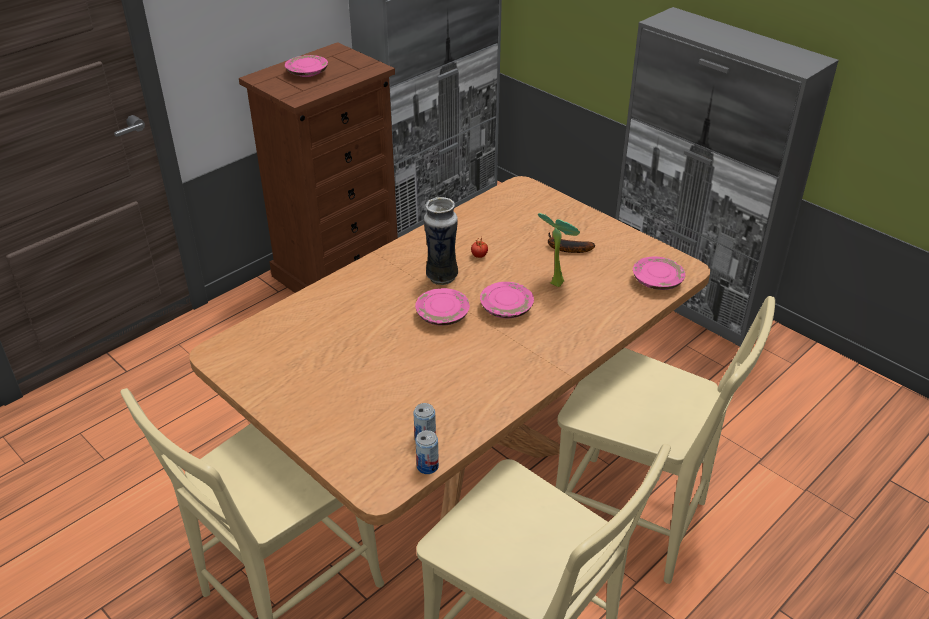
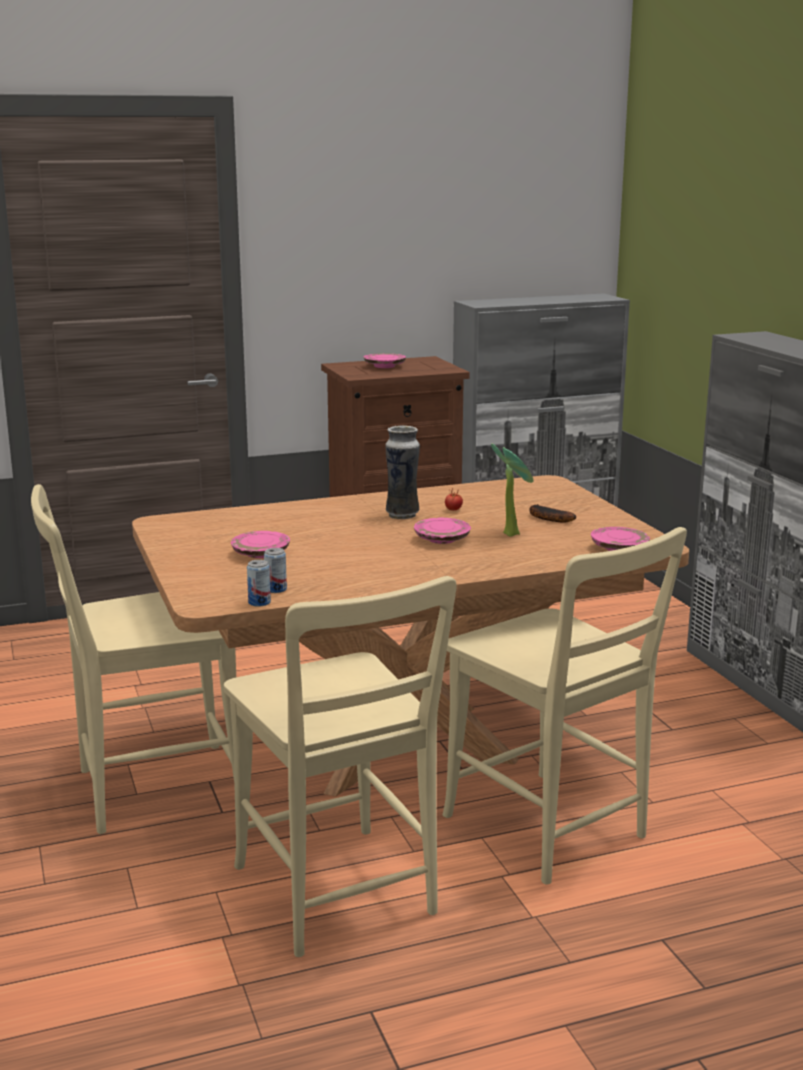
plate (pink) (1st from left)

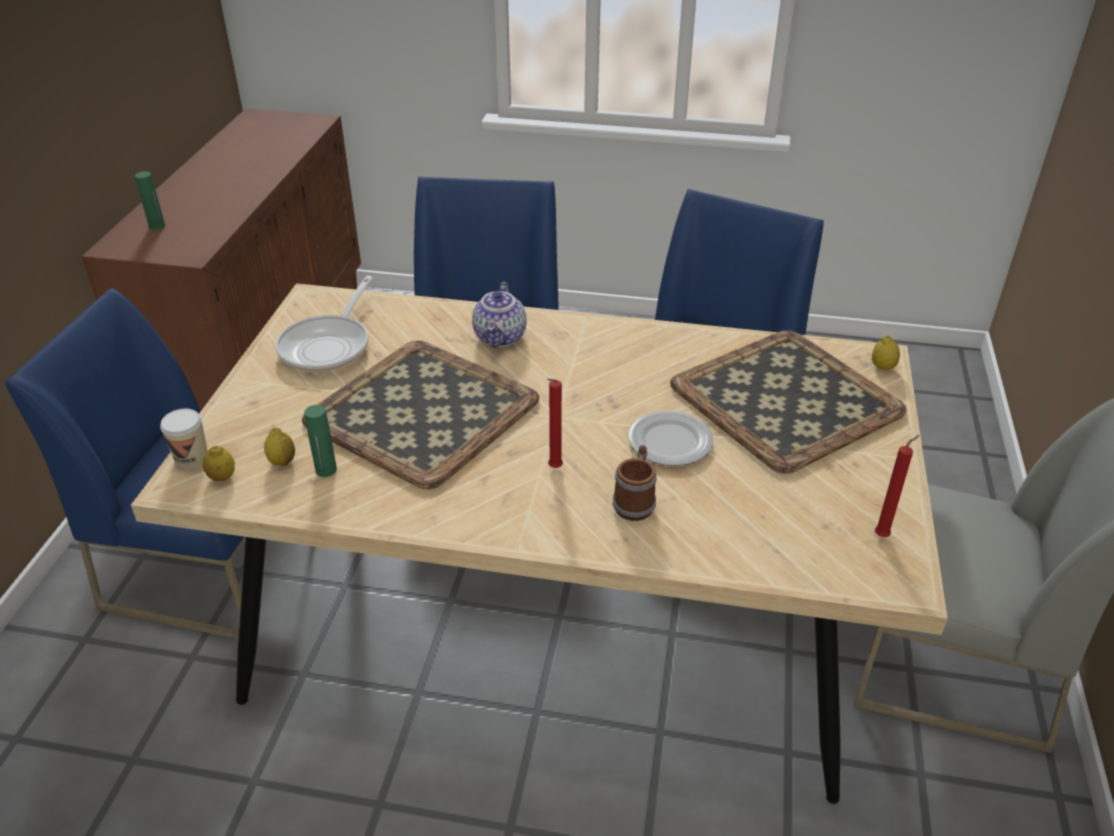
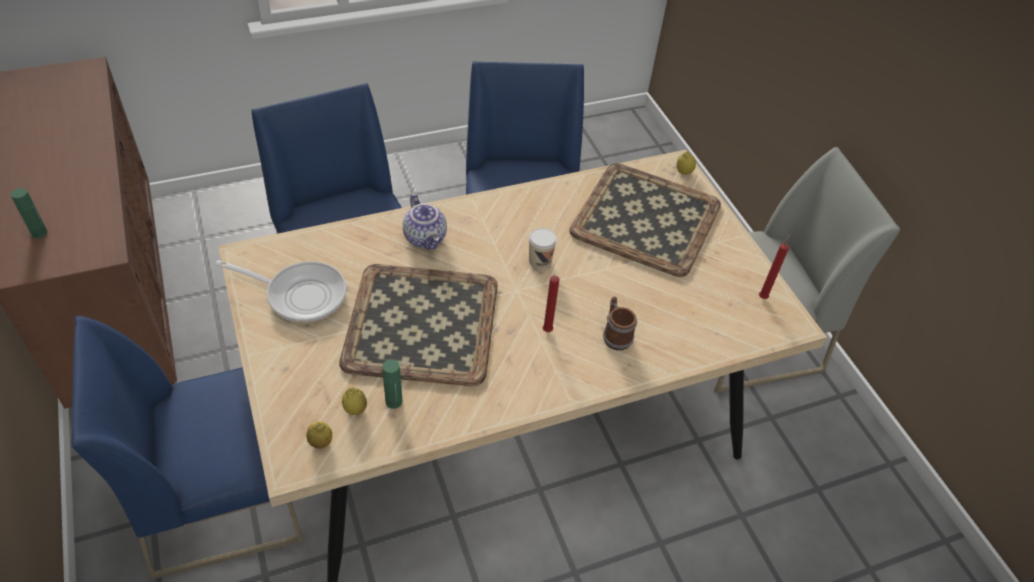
cup; frying pan; plate

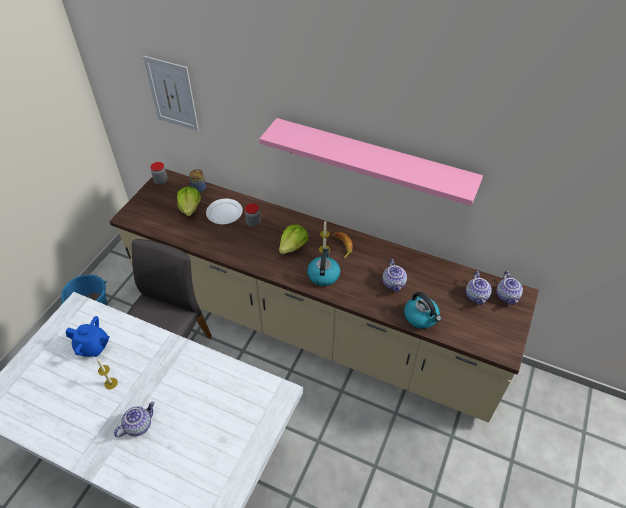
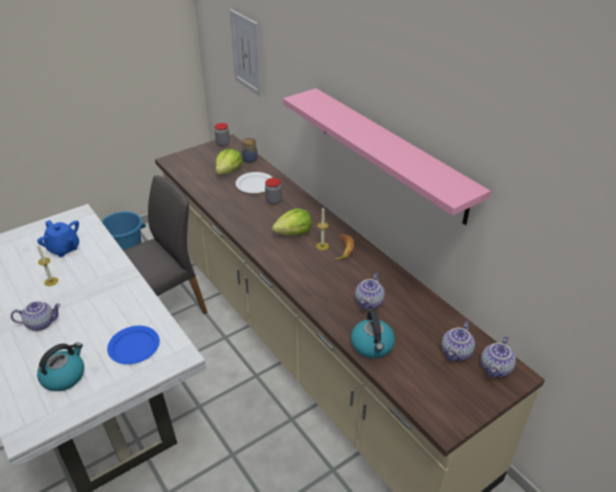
kettle (1st from left); plate (blue)

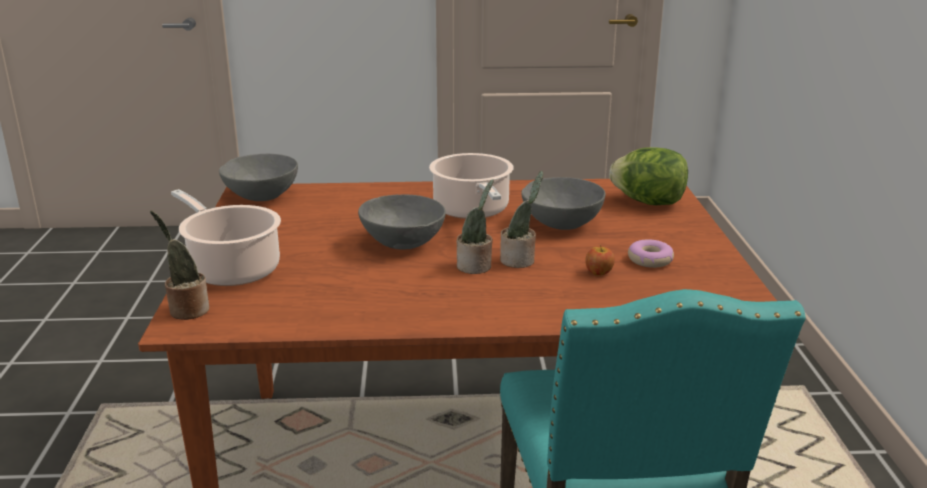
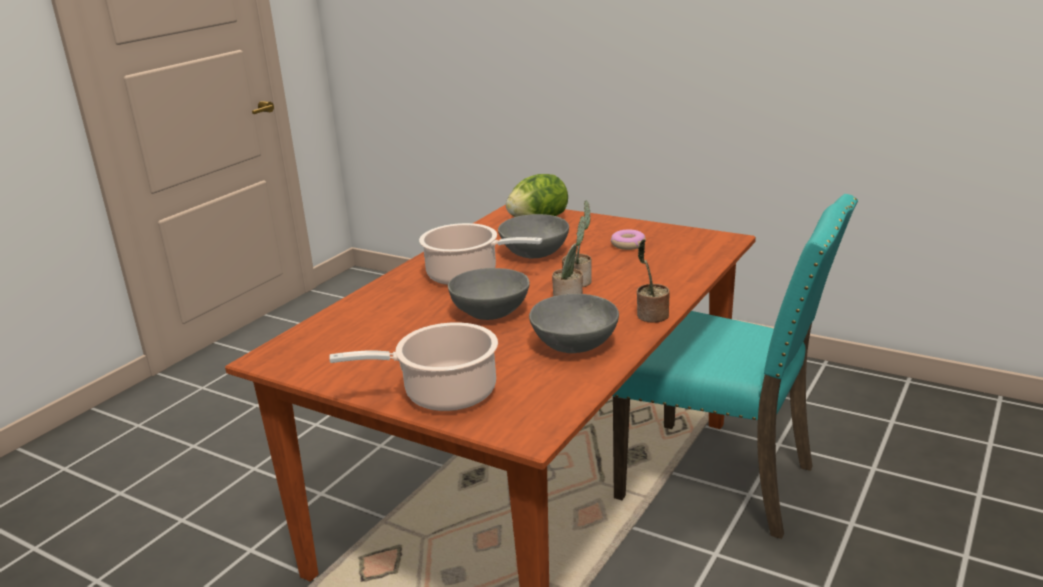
potted plant (3rd from left); bowl (grey) (3rd from left); apple

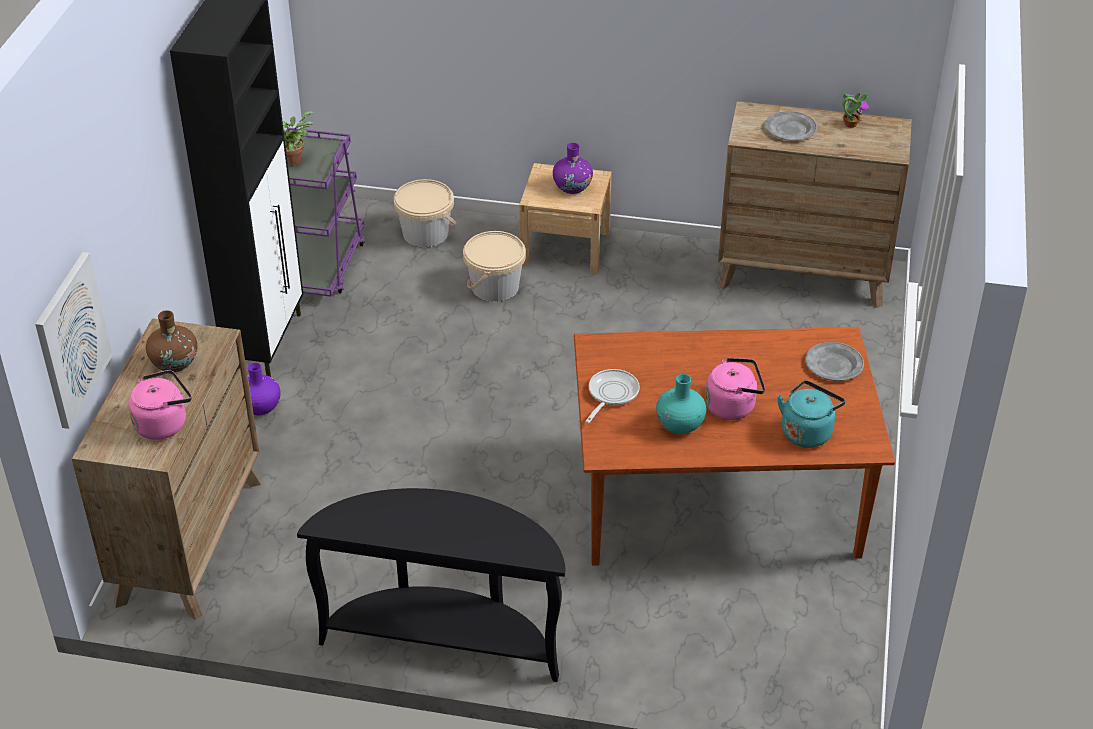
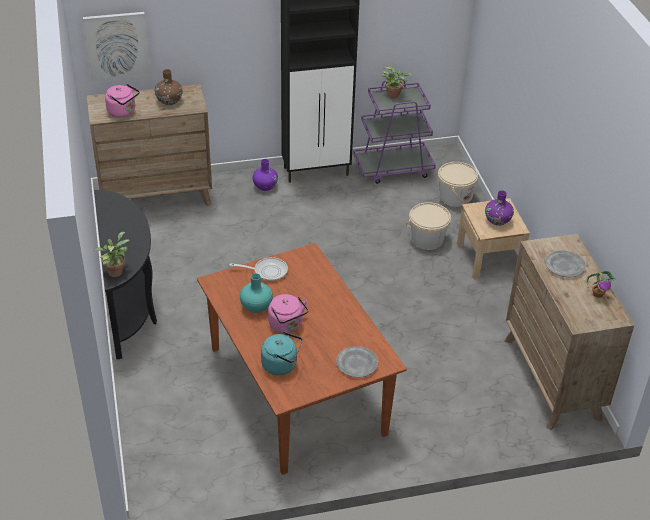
potted plant (1st from left)

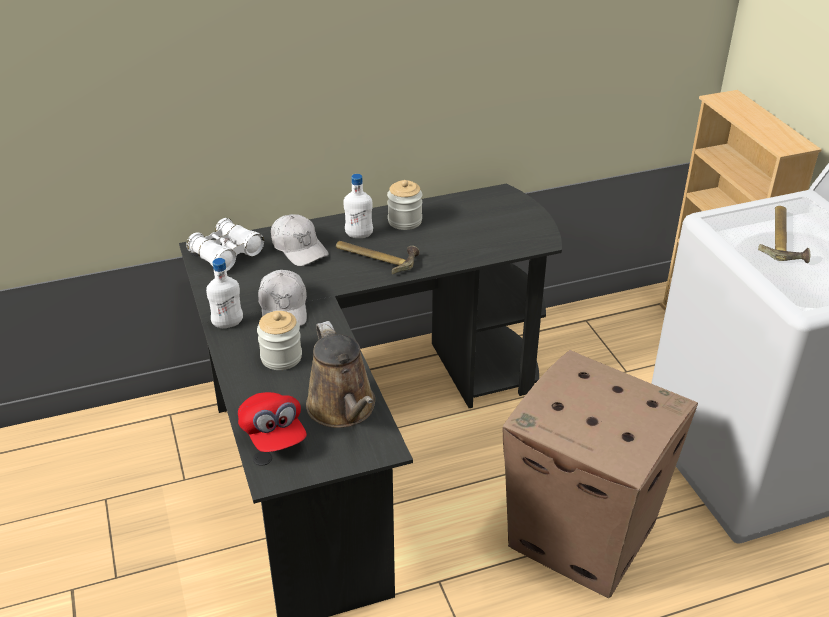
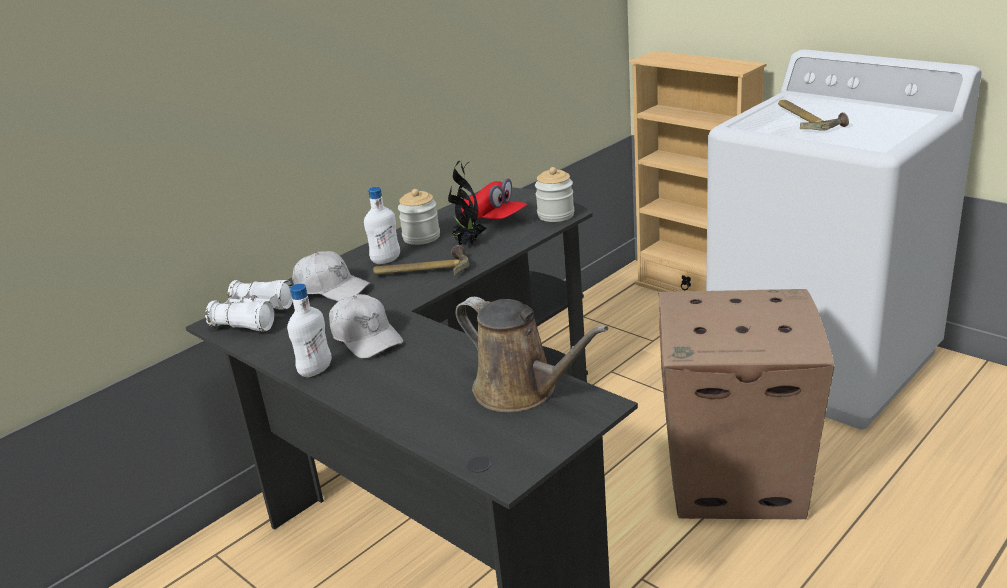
cap (red); jar (2nd from left); potted plant

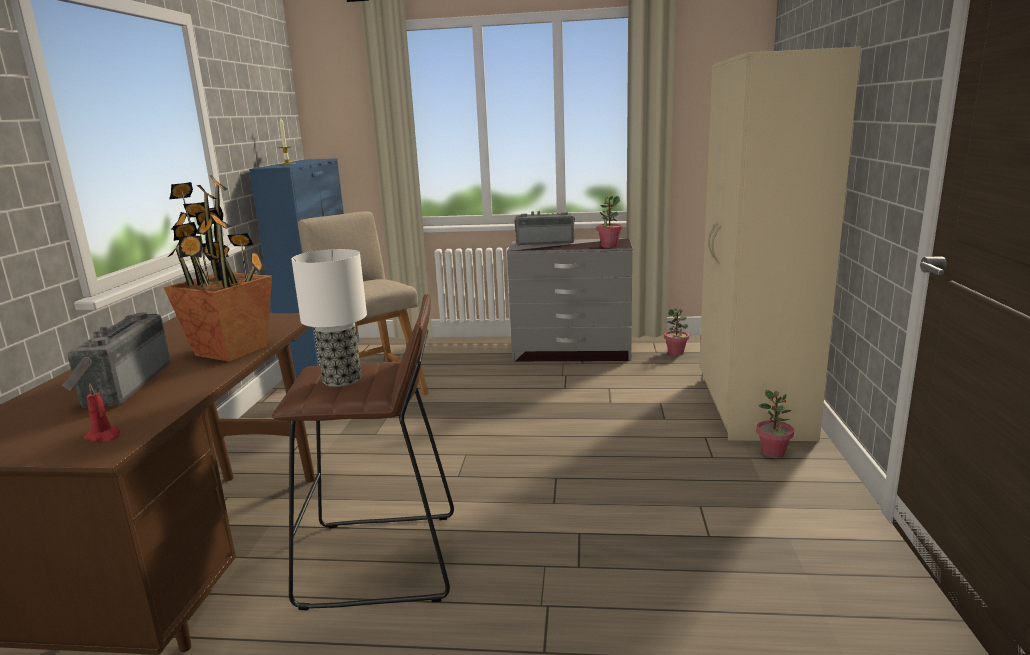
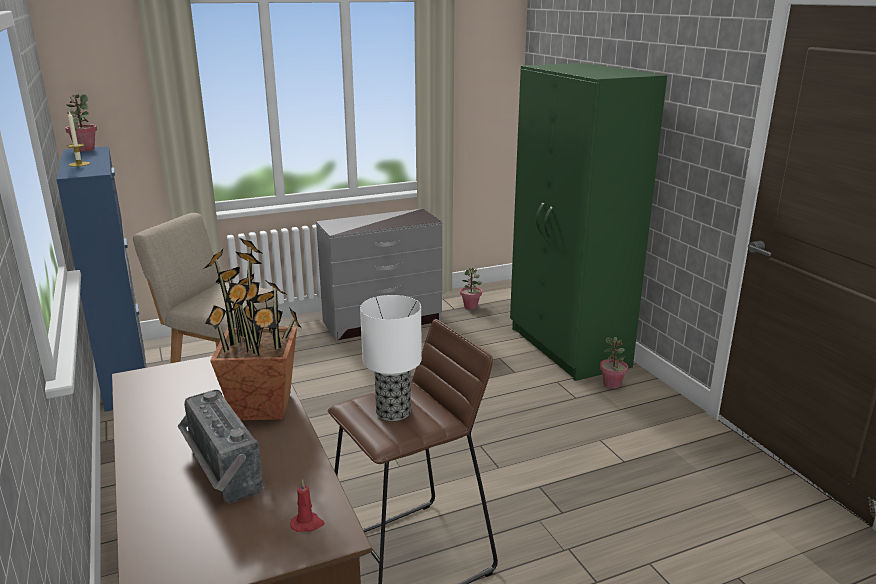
radio (2nd from left in the first image); potted plant (1st from left); wardrobe (green)

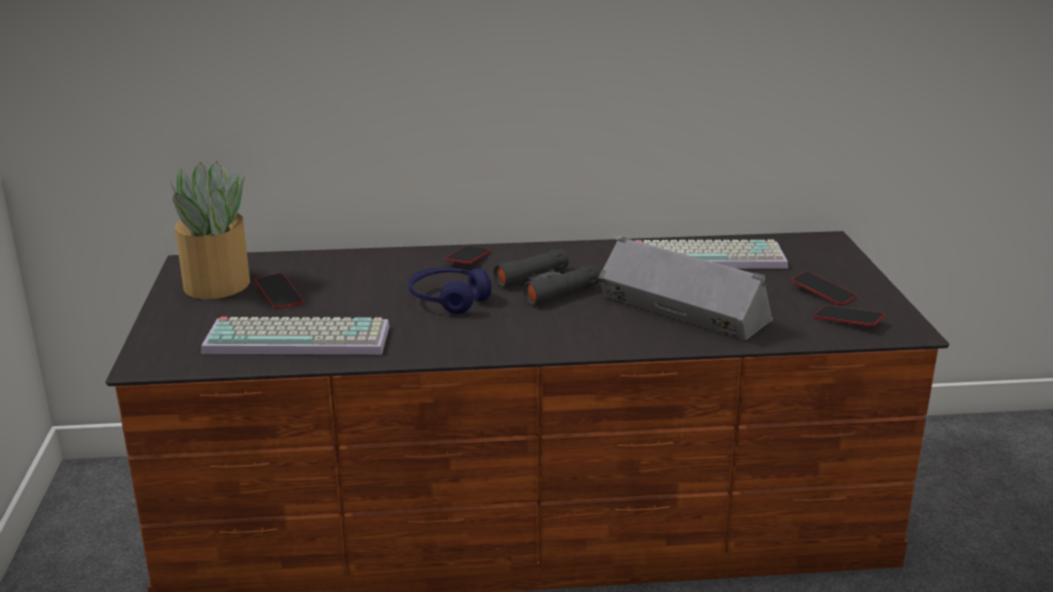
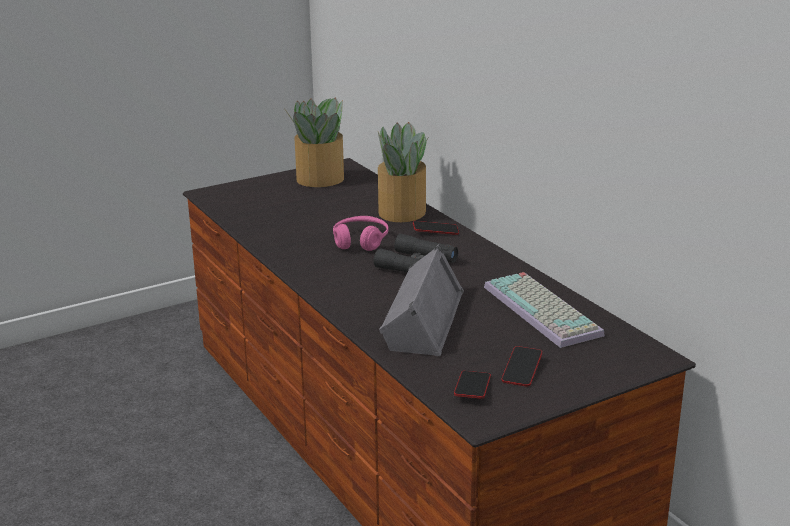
keyboard (1st from left in the first image); phone (1st from left in the first image); headphones (pink); potted plant (2nd from left)

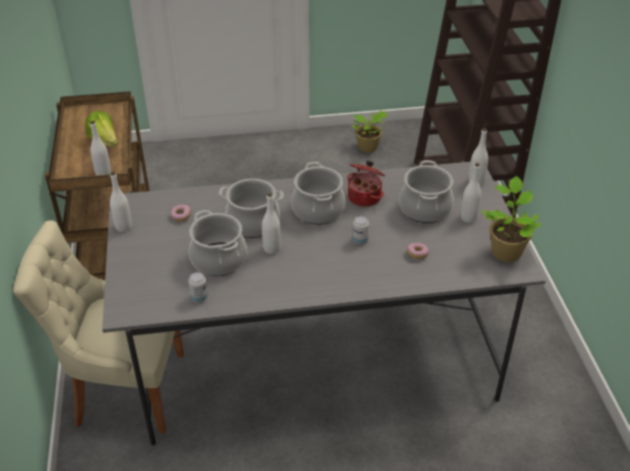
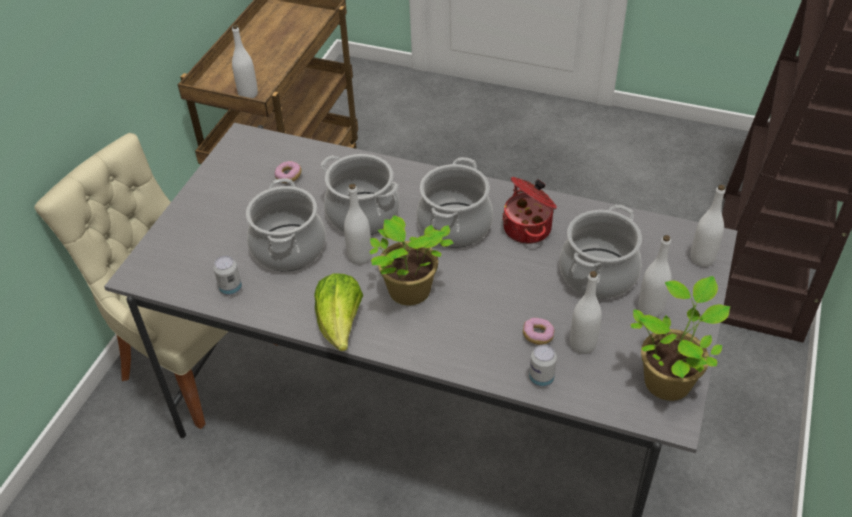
lettuce; bottle (white) (3rd from left); potted plant (1st from left); can (2nd from left)

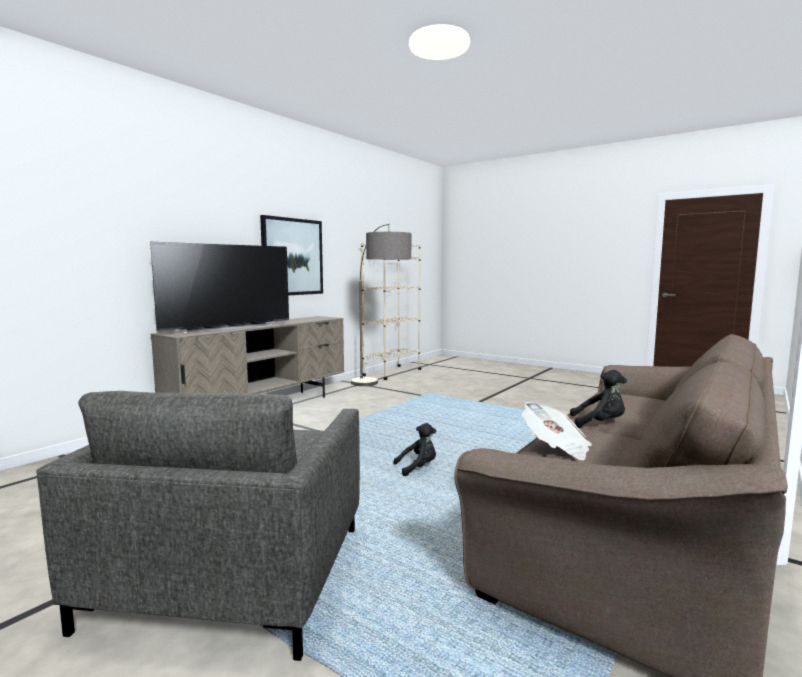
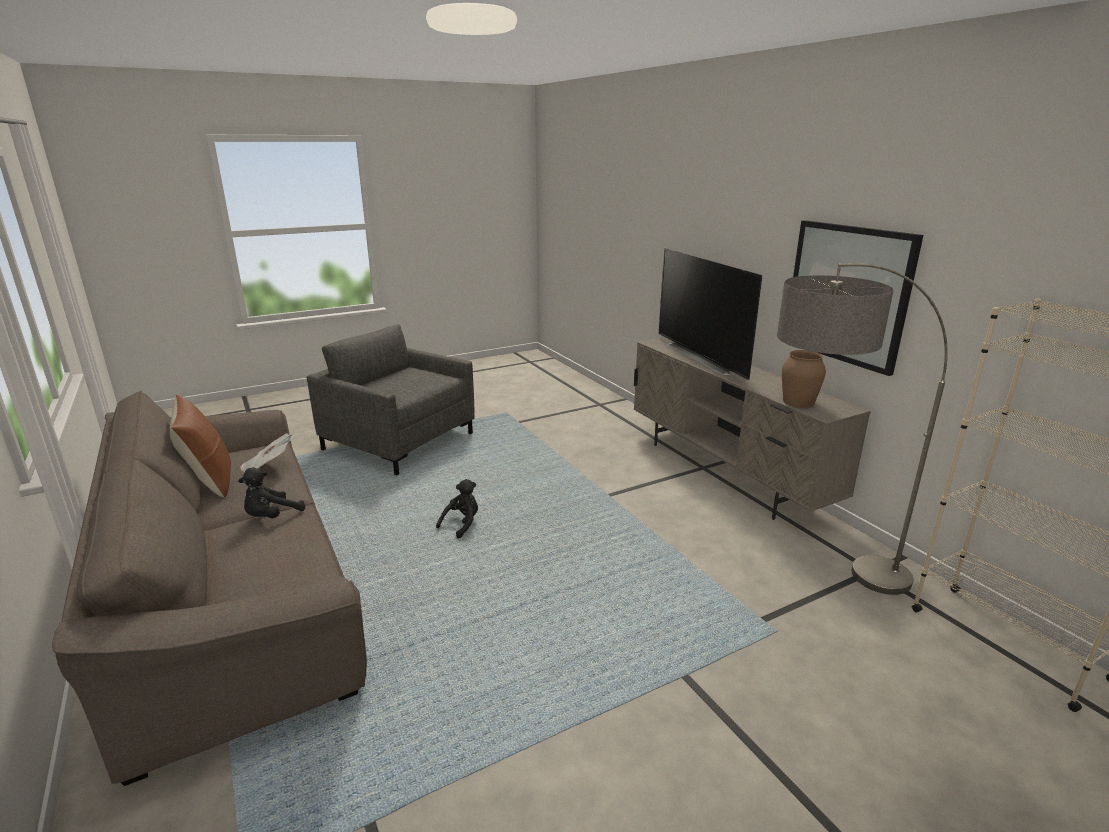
plush toy (black) (2nd from left); pillow (brown); vase (brown)

